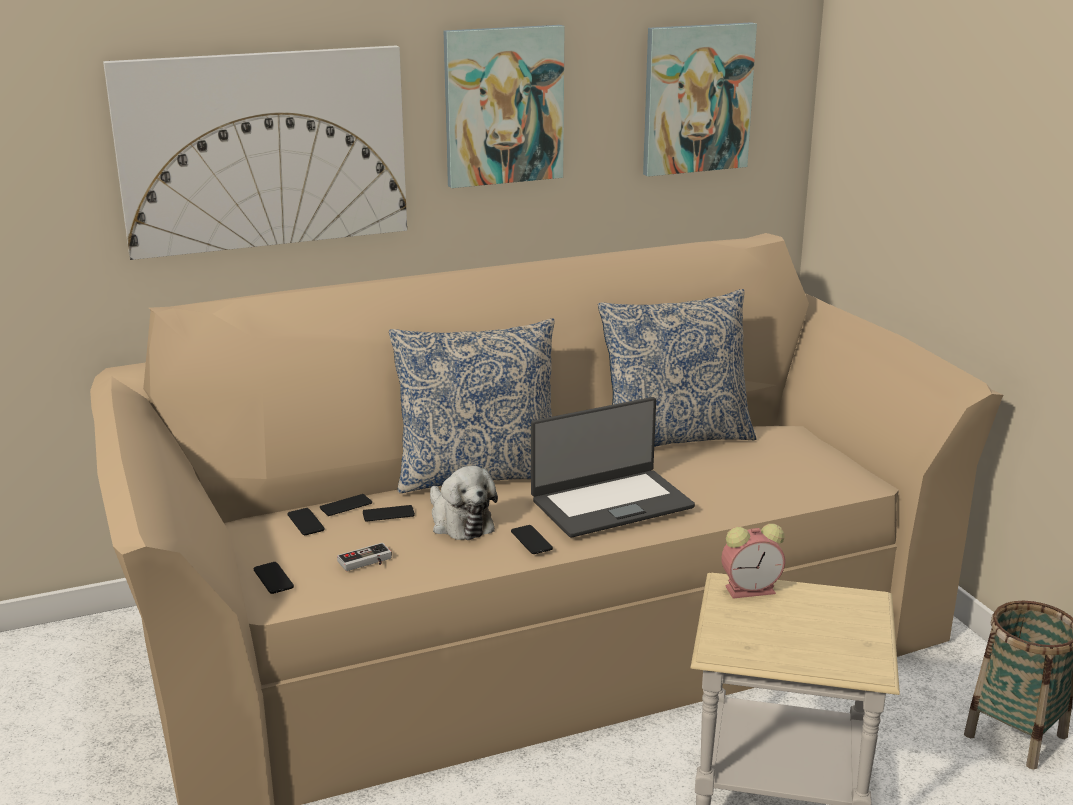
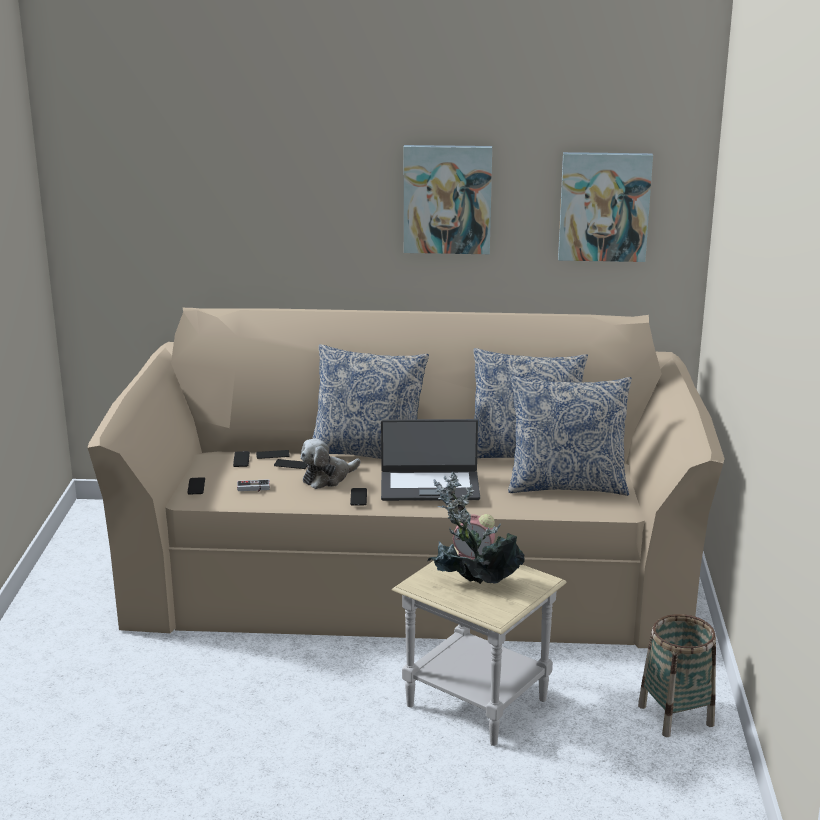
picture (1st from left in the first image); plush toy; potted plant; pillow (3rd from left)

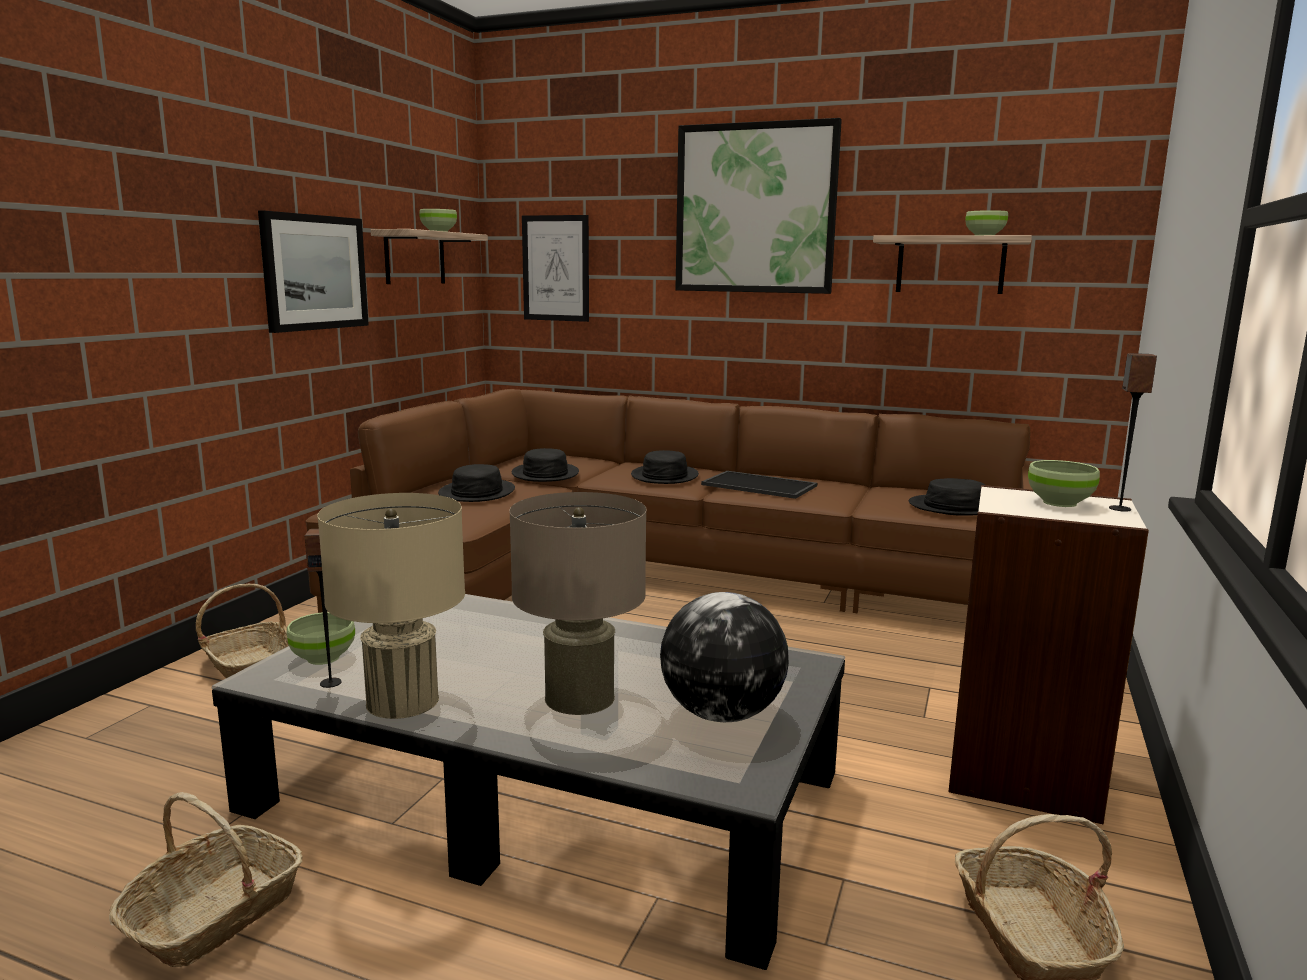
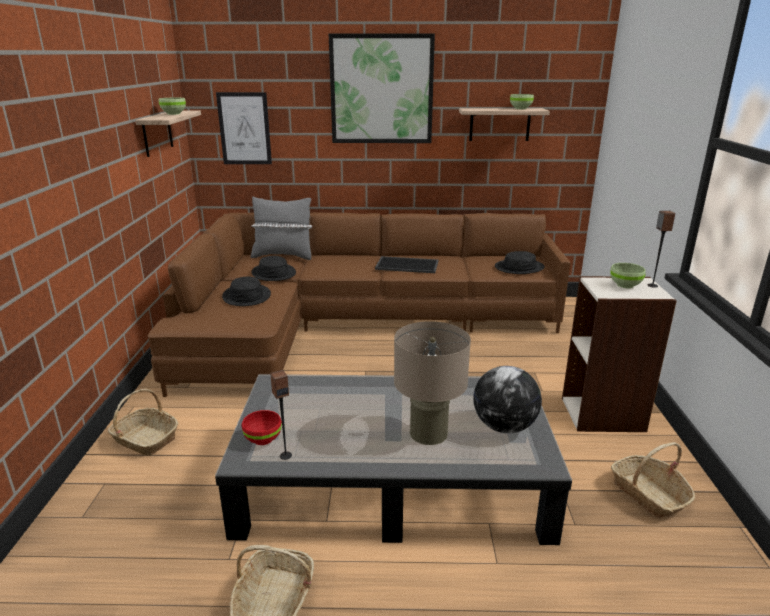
picture (1st from left in the first image); bowl (red); table lamp (beige) (1st from left in the first image); hat (black) (3rd from left in the first image); pillow (grey)

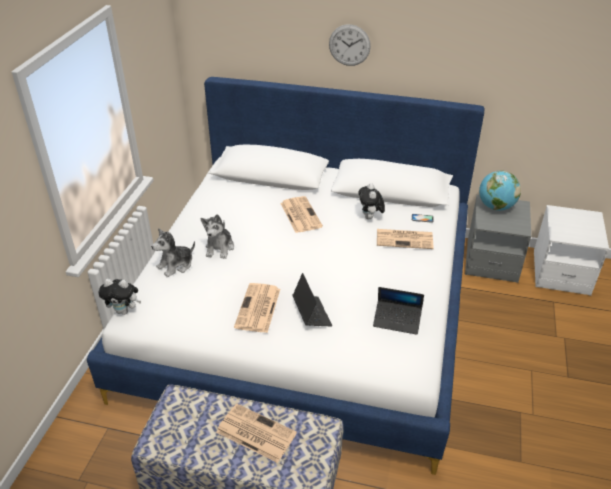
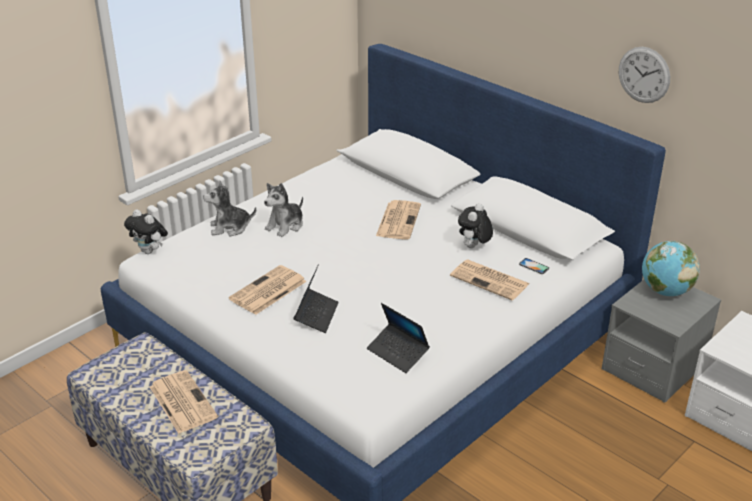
wall clock

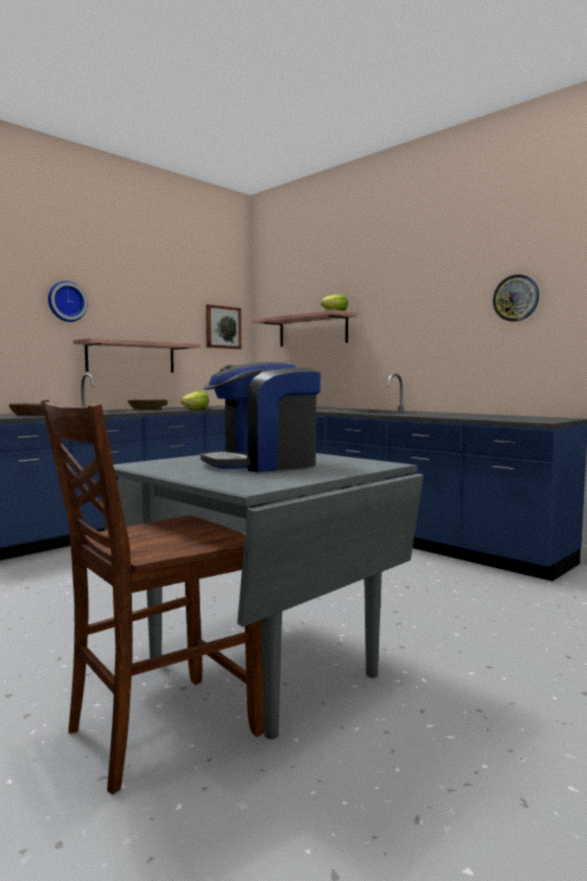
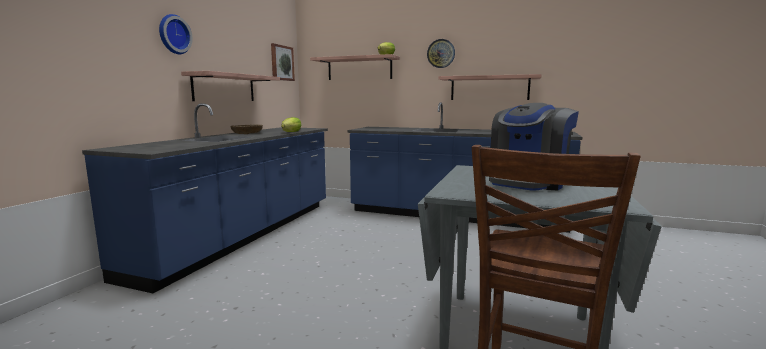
bowl (brown) (1st from left in the first image); wall clock (2nd from left); shelf (3rd from left)

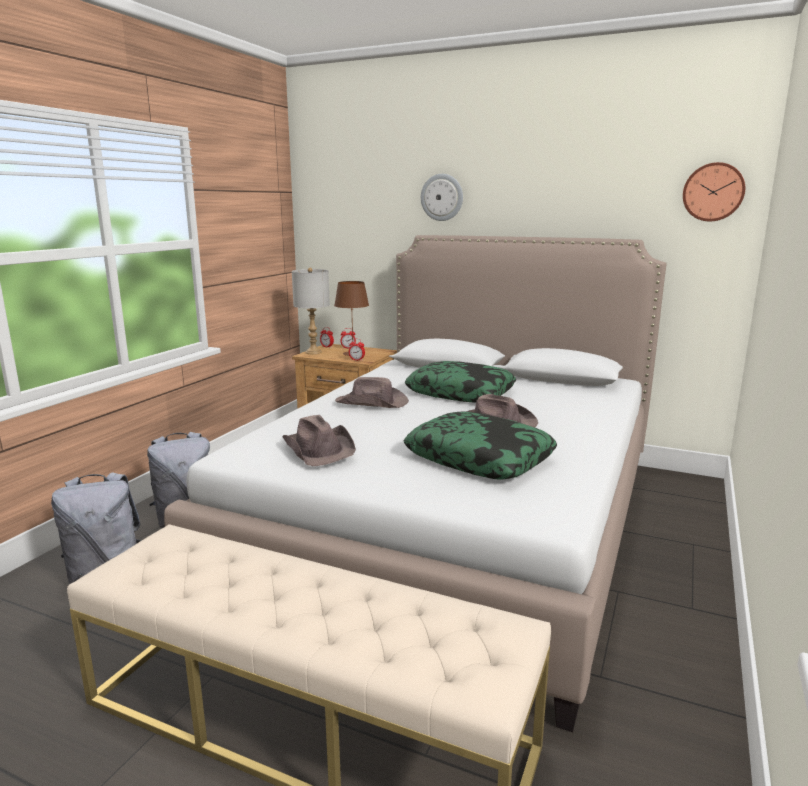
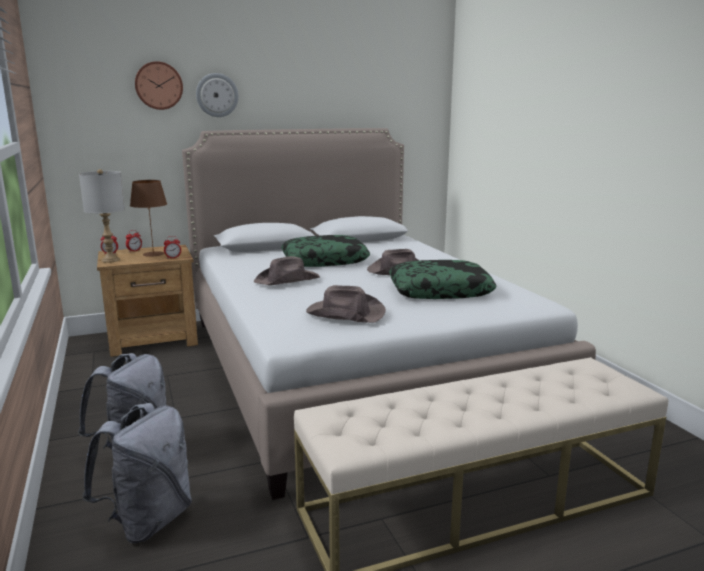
wall clock (1st from left)

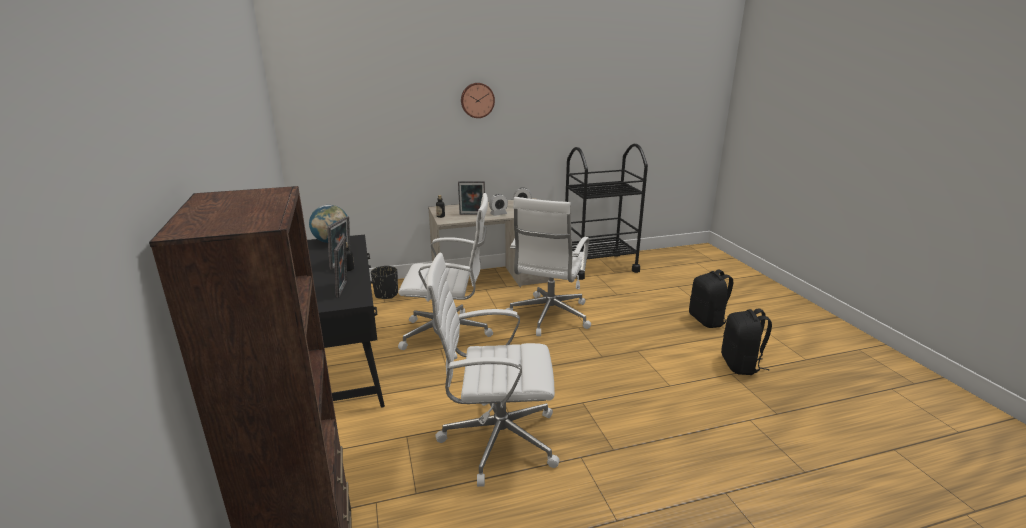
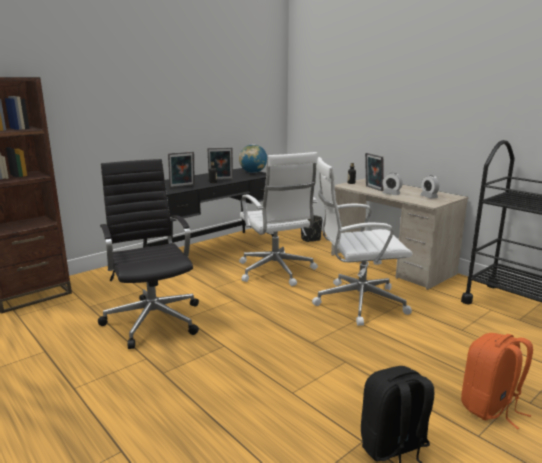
office chair (black); wall clock; backpack (orange)

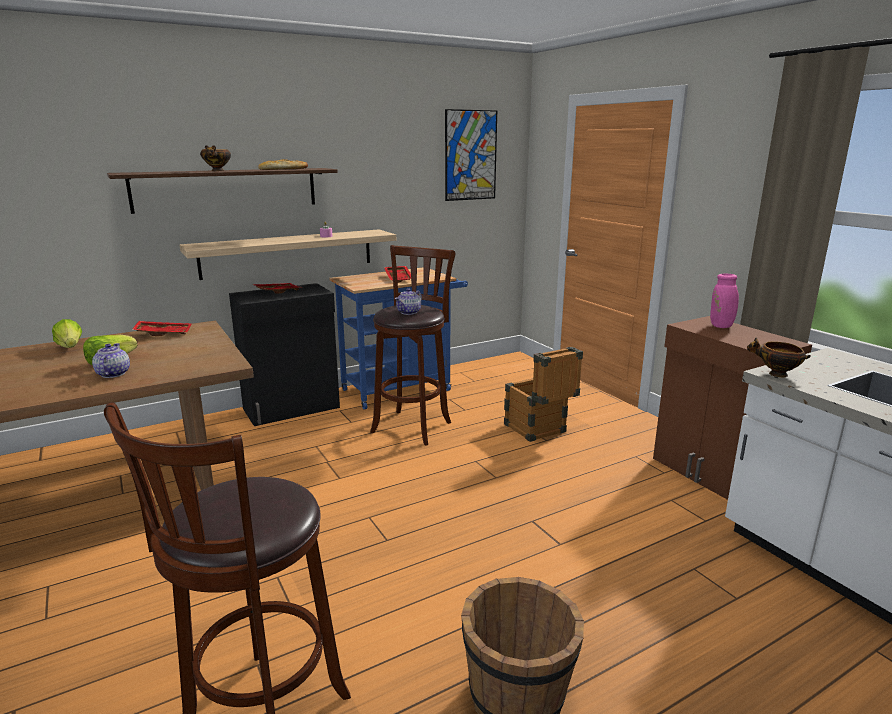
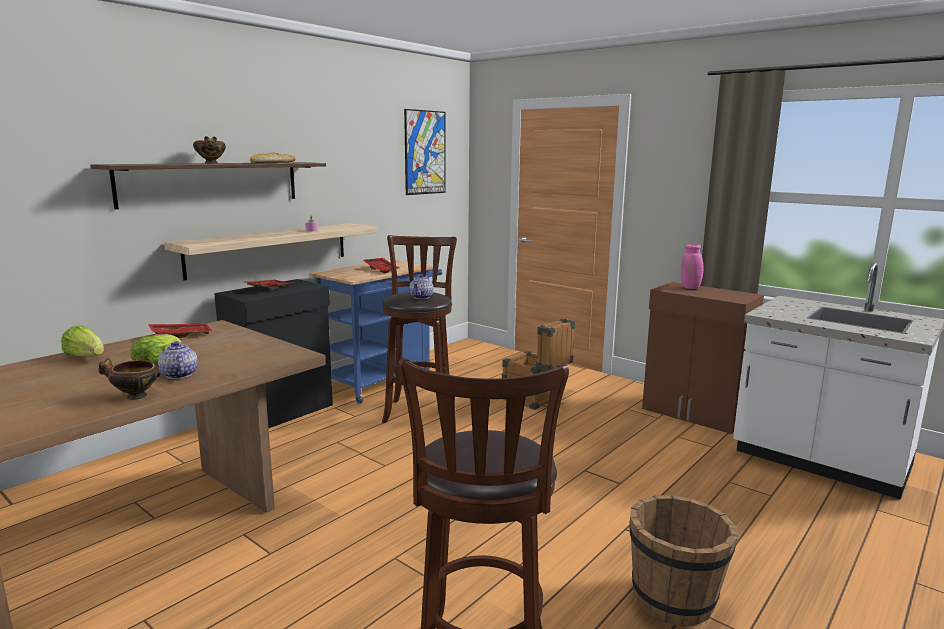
bowl (1st from left)

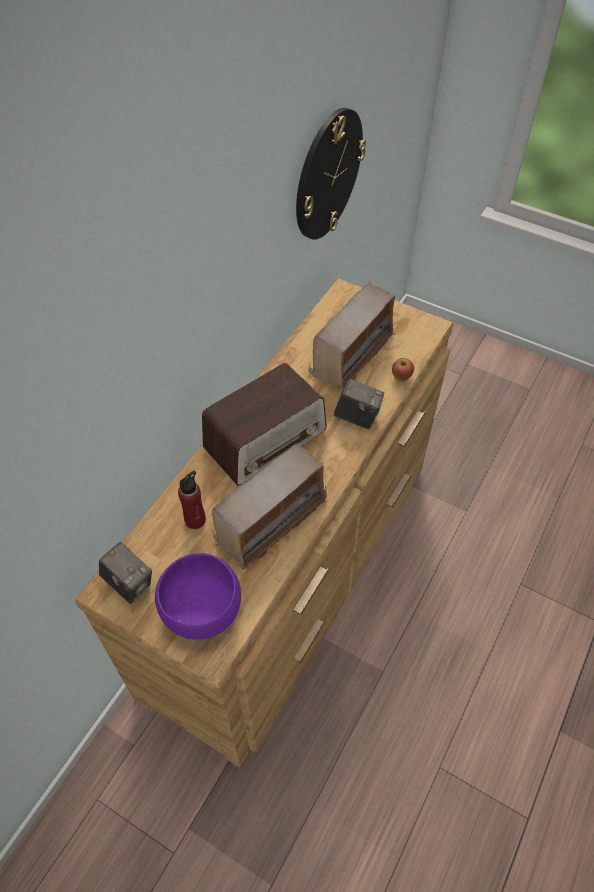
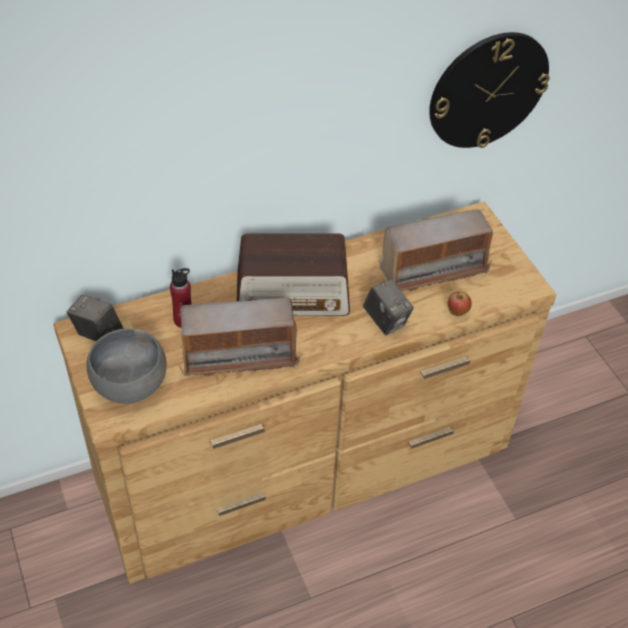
photo camera (1st from left); bowl (grey)

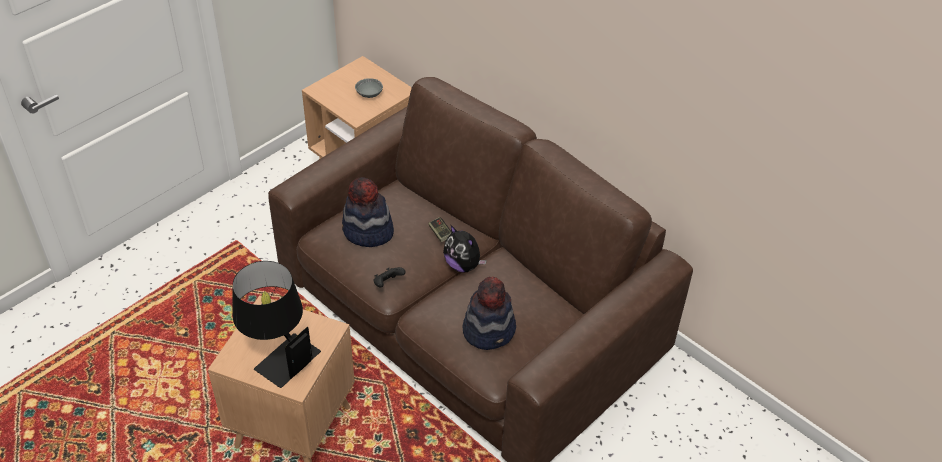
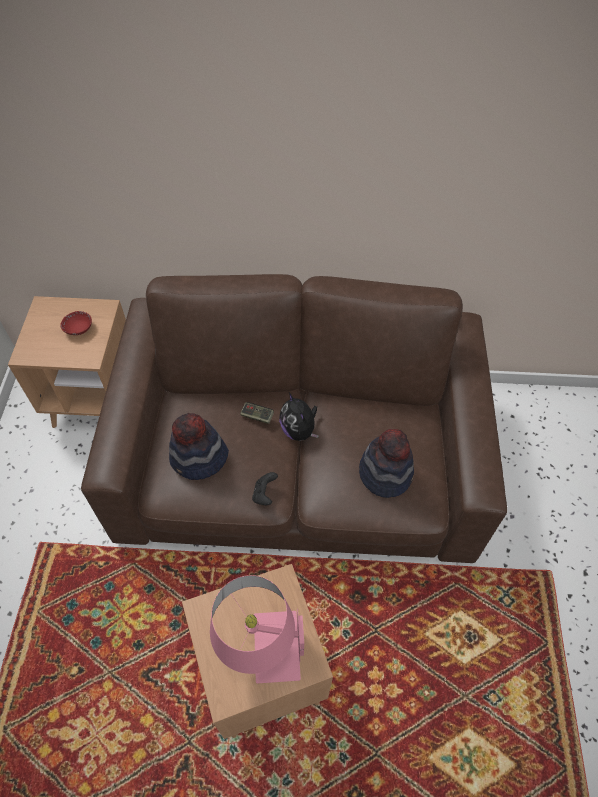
table lamp (pink); bowl (red); plush toy

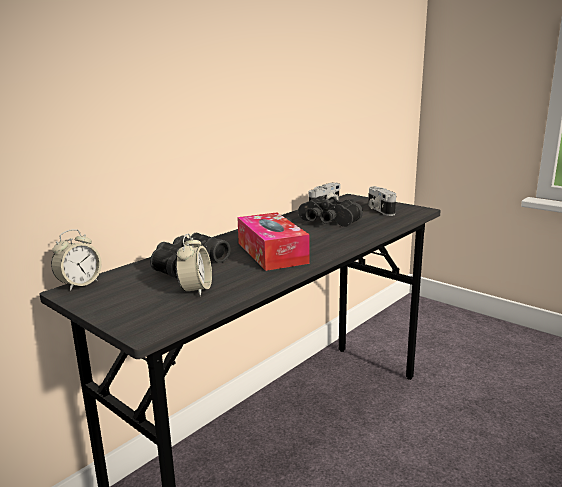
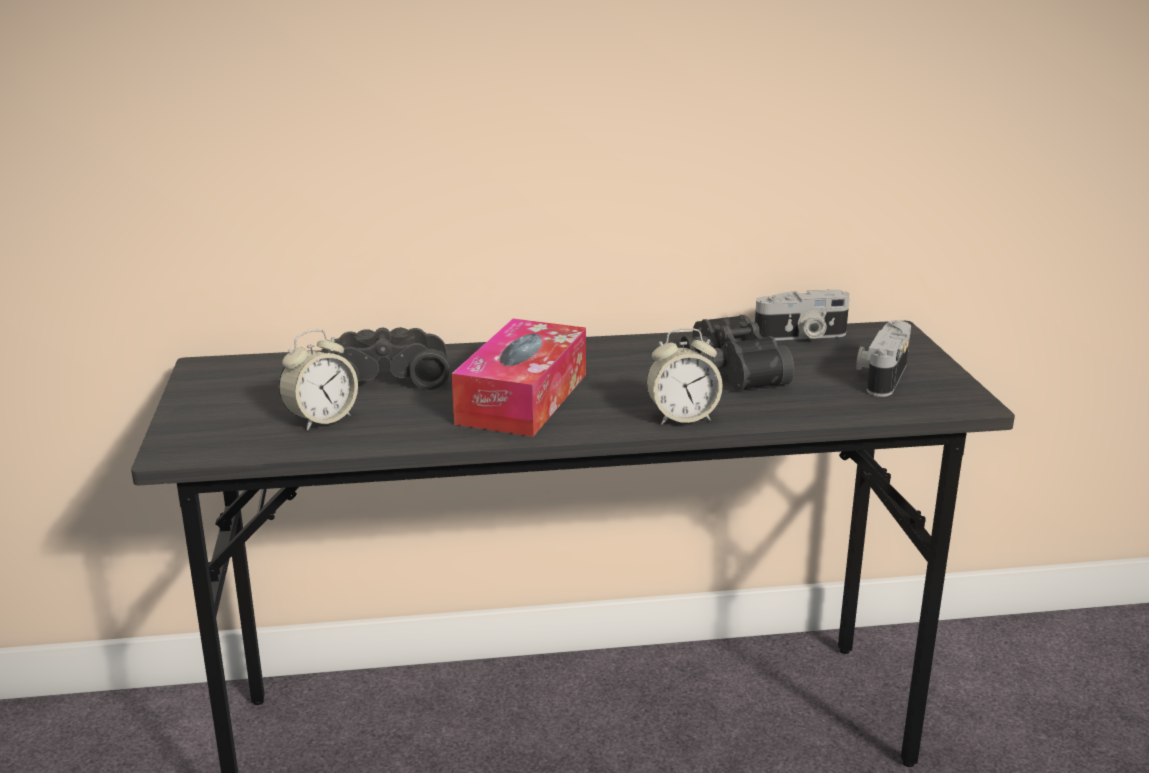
alarm clock (2nd from left)

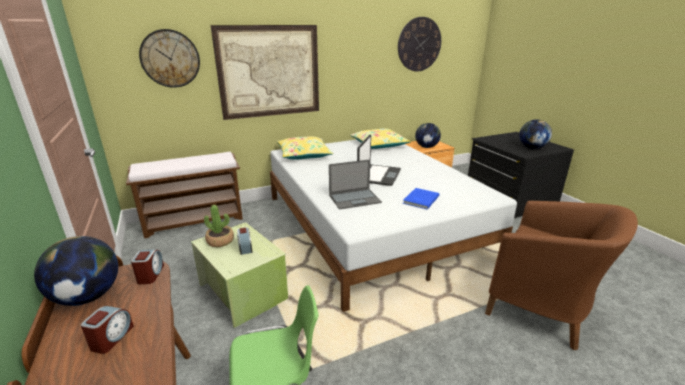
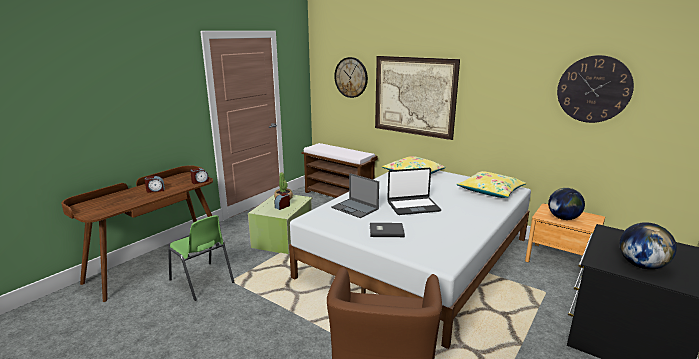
globe (1st from left in the first image); book (grey)

